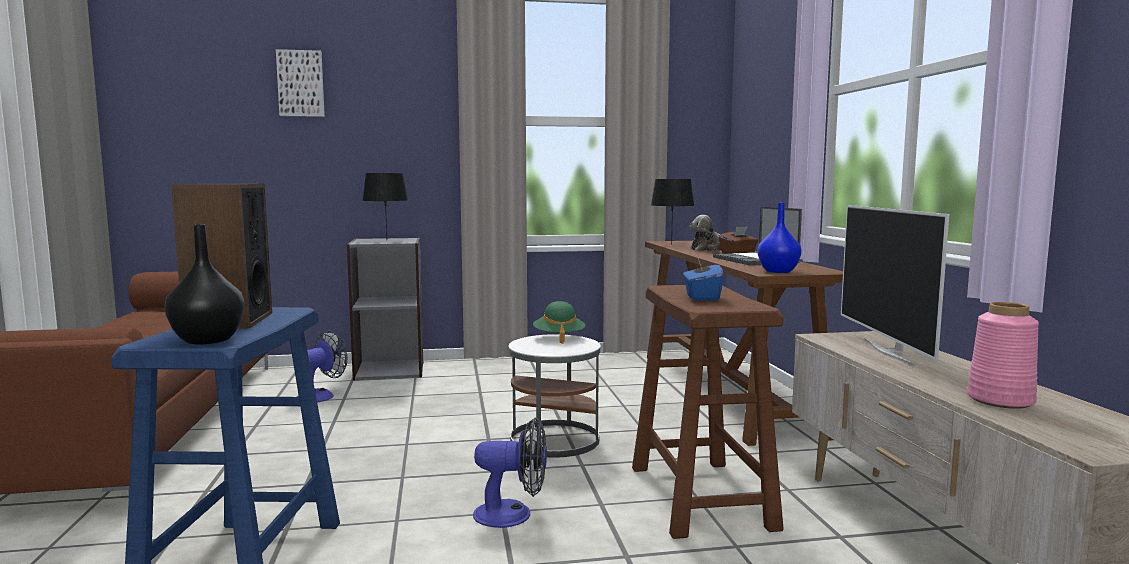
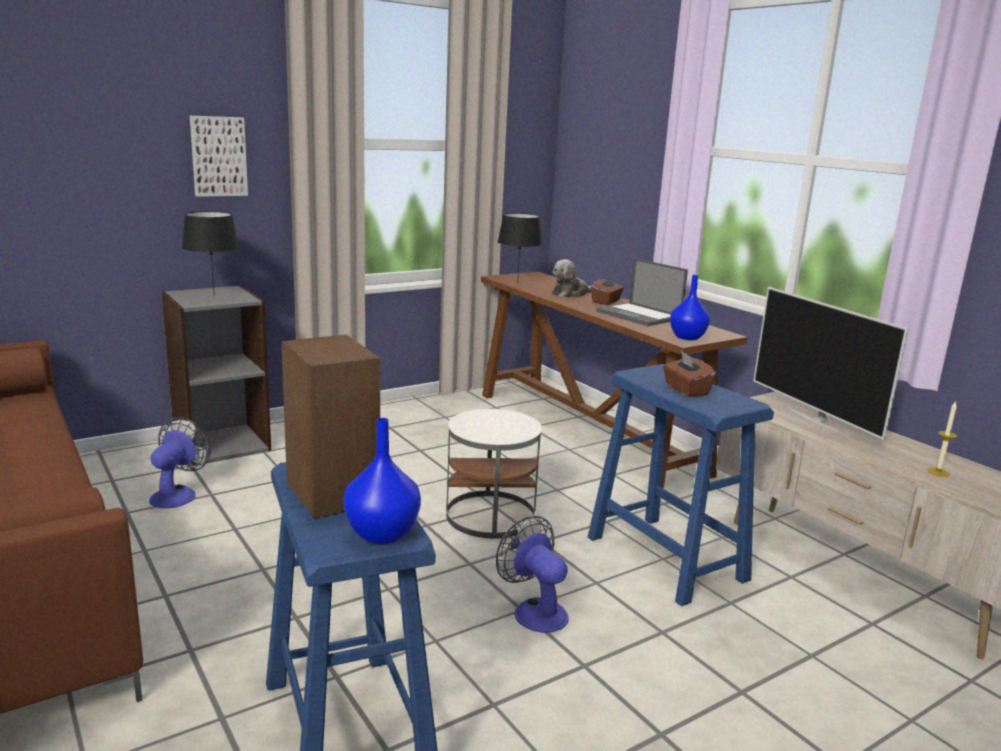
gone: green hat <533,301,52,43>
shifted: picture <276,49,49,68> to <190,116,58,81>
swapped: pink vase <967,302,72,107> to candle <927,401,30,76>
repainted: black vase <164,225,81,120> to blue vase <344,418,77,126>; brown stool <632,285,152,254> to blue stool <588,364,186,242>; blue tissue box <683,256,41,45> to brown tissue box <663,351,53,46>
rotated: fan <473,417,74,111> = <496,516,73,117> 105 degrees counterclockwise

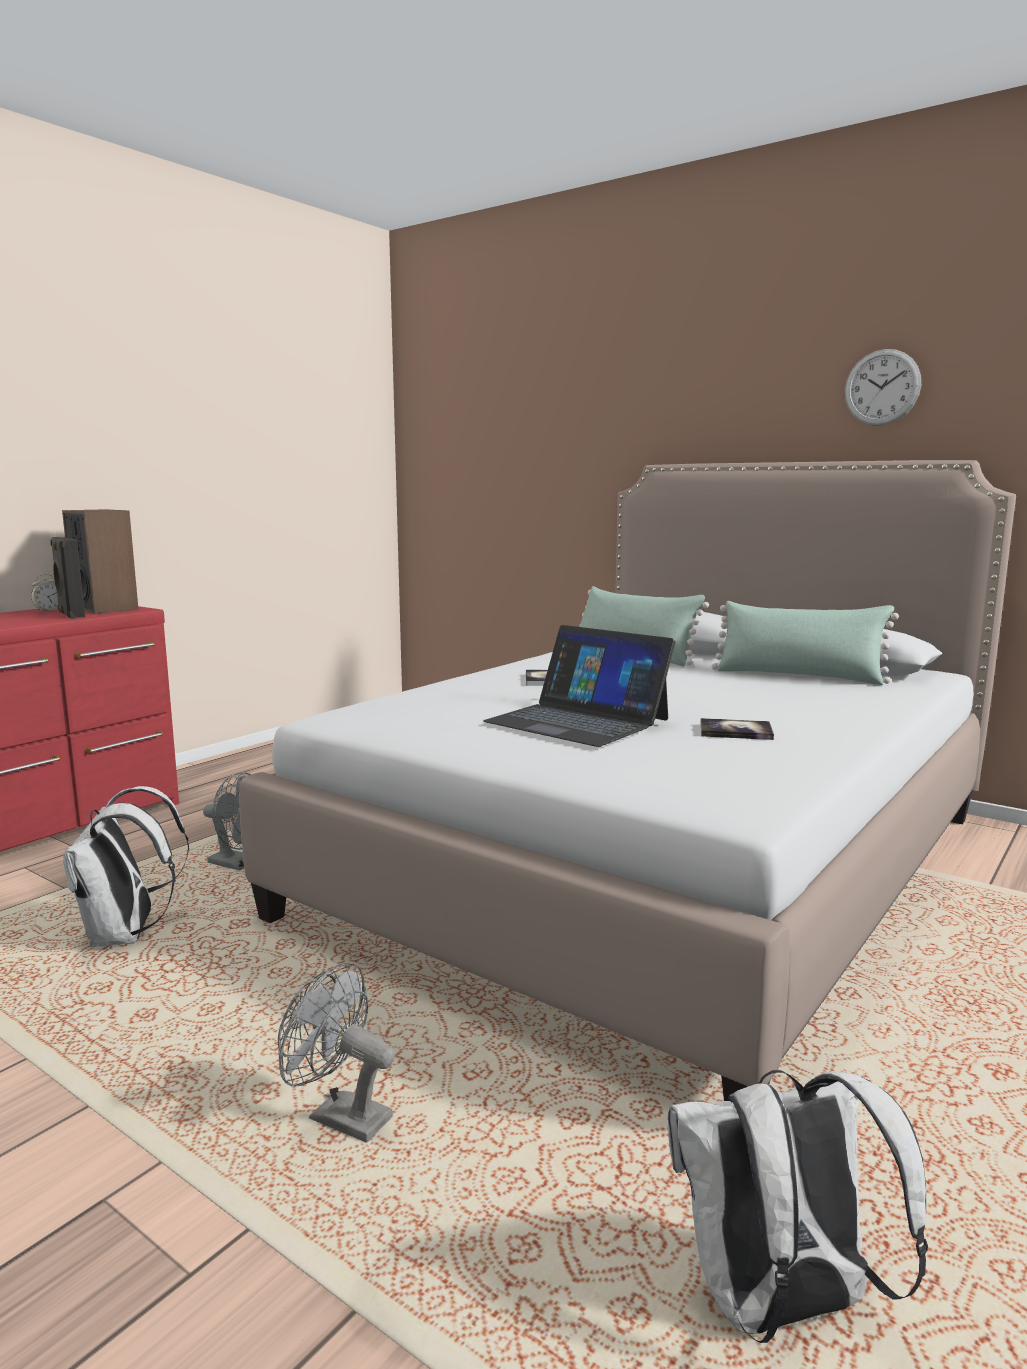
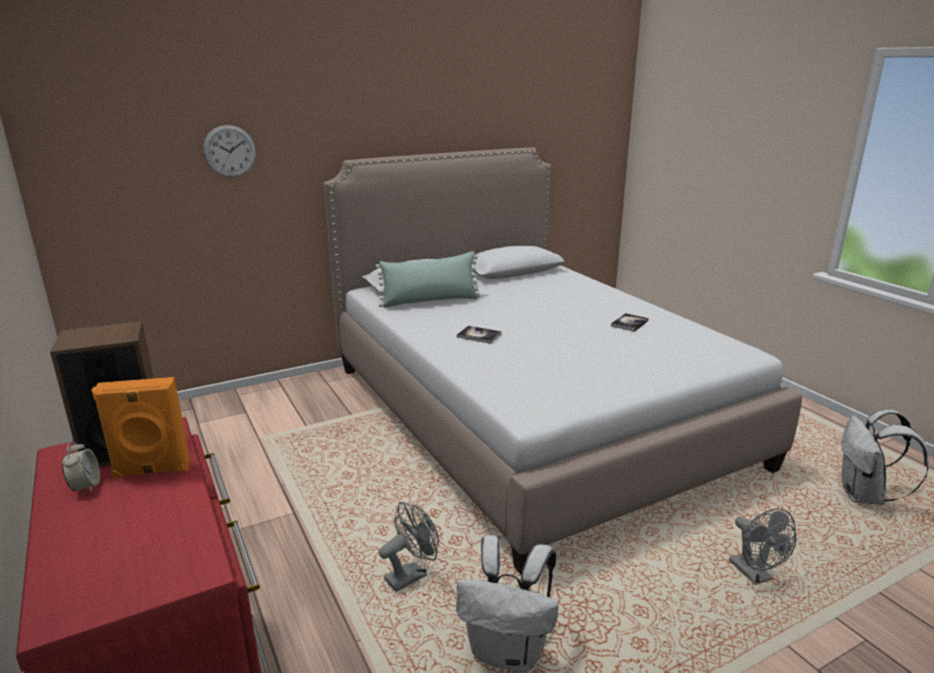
gone: laptop <483,625,192,122>; green pillow <712,601,187,84>
shifted: wall clock <845,349,76,77> to <203,125,53,53>
repainted: black speaker <50,537,35,82> to orange speaker <91,377,99,101>
rotated: grey fan <278,963,117,180> = <729,508,67,77> 75 degrees counterclockwise

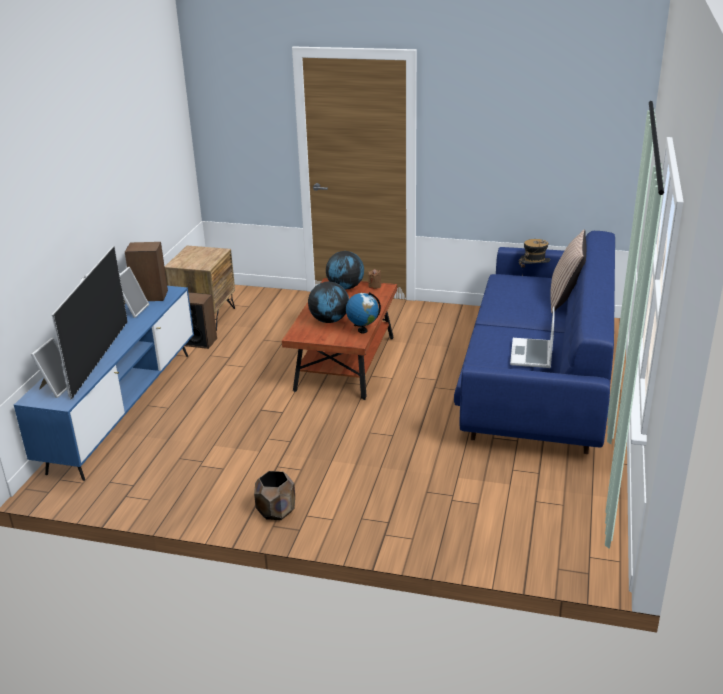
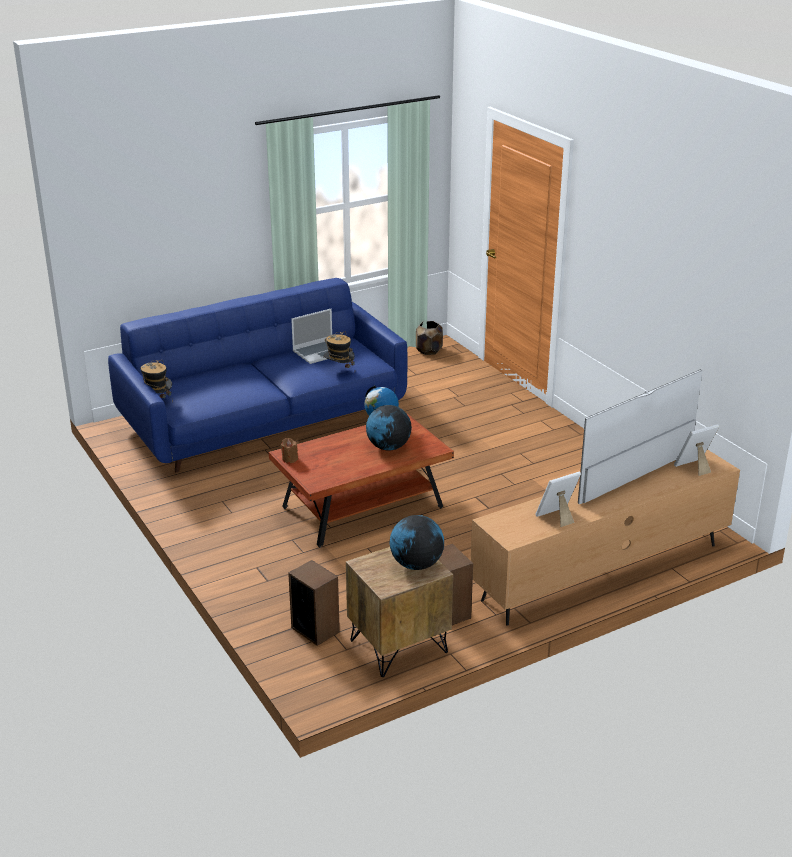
gone: pillow <550,230,37,83>
new: hat <323,332,32,36>
shifted: speaker <125,242,43,59> to <288,560,52,86>; brown planter <254,471,41,49> to <416,321,27,34>; globe <326,251,38,39> to <390,515,54,55>
repainted: blue tv stand <14,286,180,195> to brown tv stand <471,449,269,177>

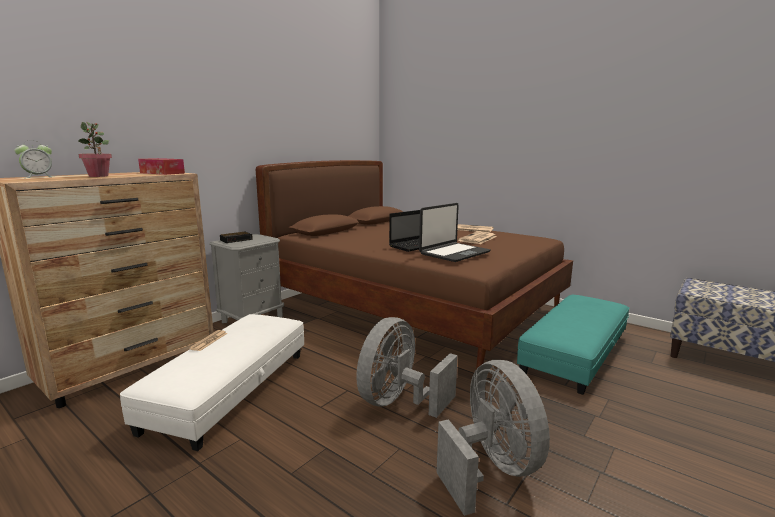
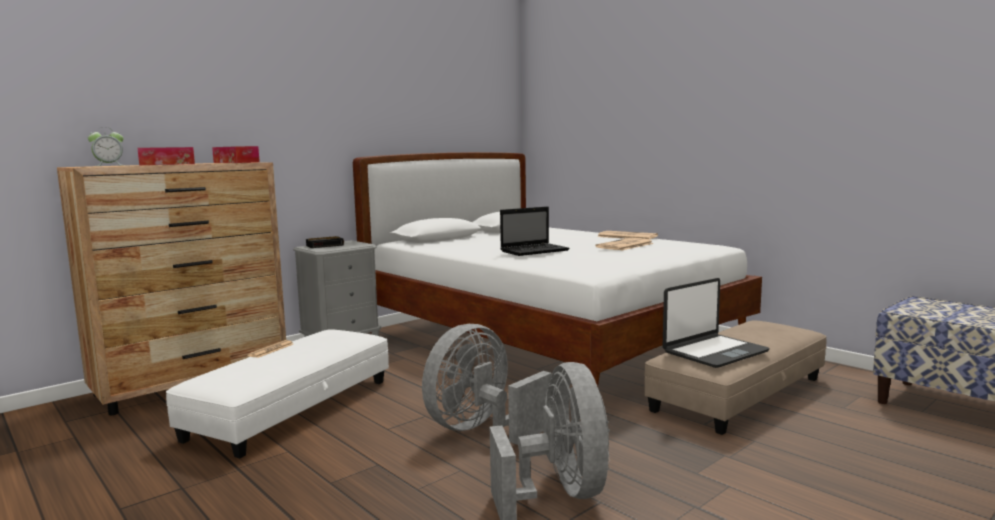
shifted: laptop <419,203,71,59> to <663,278,107,90>
swapped: potted plant <78,122,34,55> to tissue box <137,147,58,18>
repainted: brown bed <256,160,317,209> to white bed <353,152,409,235>; turquoise ottoman <517,295,113,100> to beige ottoman <644,320,183,115>

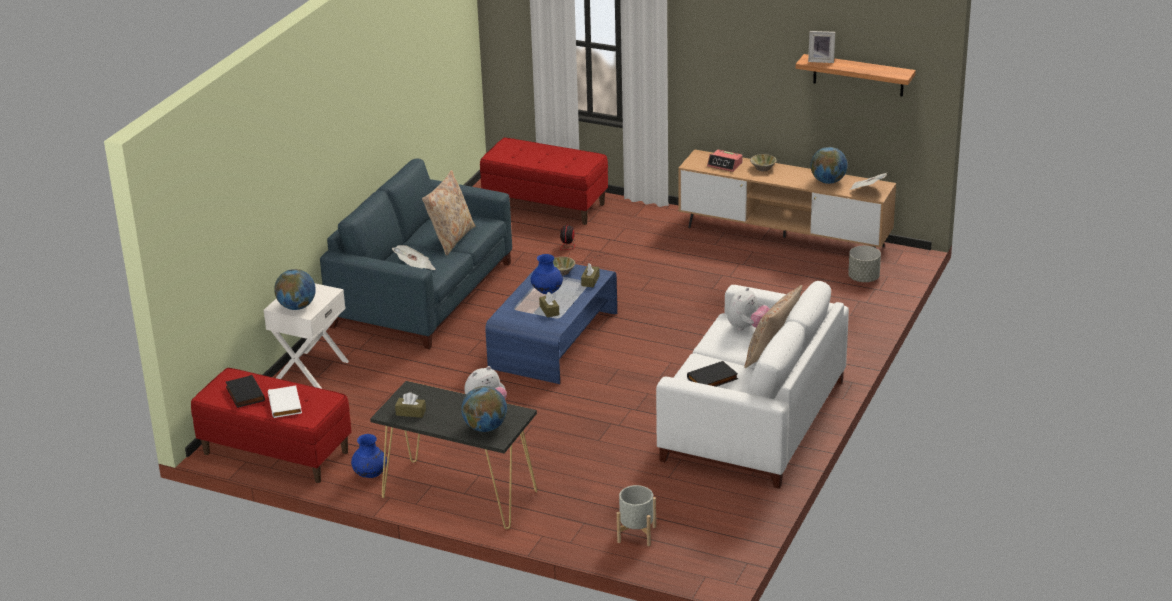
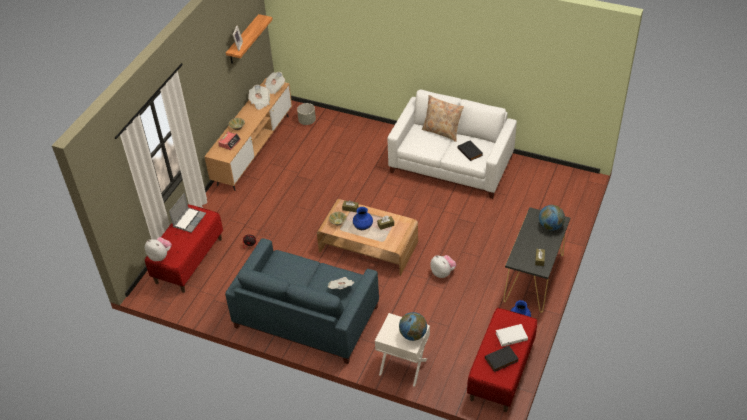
gone: beige pillow <422,170,53,86>; grey planter <617,485,39,61>
new: laptop <169,193,37,40>
shifted: plush toy <727,287,43,44> to <145,237,27,24>
swapped: globe <811,147,37,37> to newspaper <248,85,22,25>
repainted: blue coffee table <485,264,132,120> to brown coffee table <317,199,101,77>

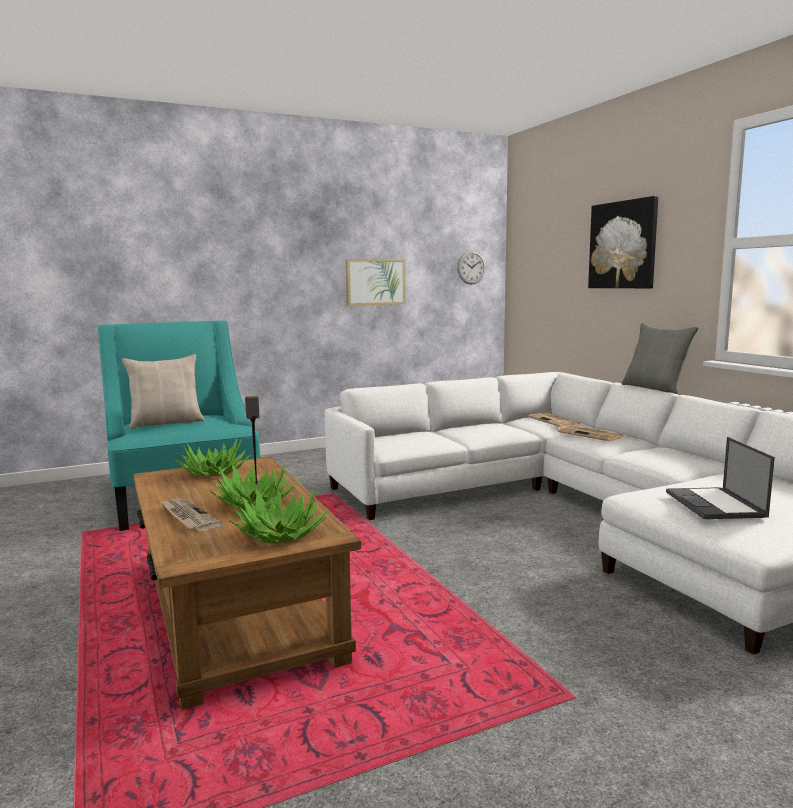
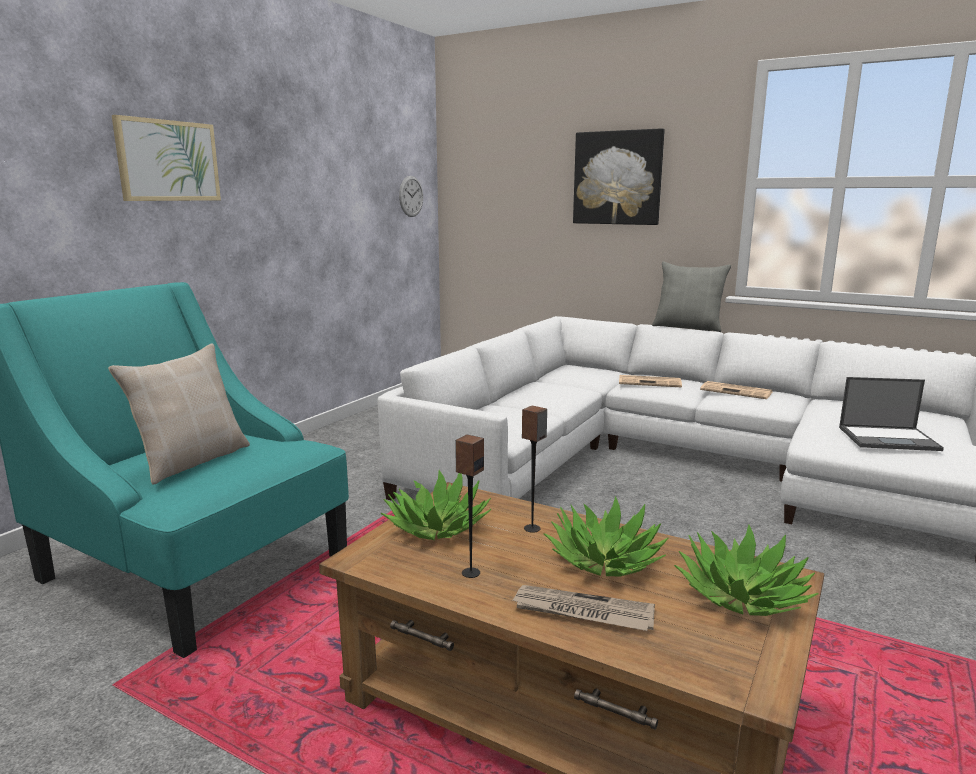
new: speaker <455,435,29,143>
shifted: picture <346,259,60,47> to <112,115,109,86>; newspaper <528,413,53,14> to <700,381,72,18>
rotated: laptop <666,437,109,82> = <839,377,105,74> 45 degrees counterclockwise

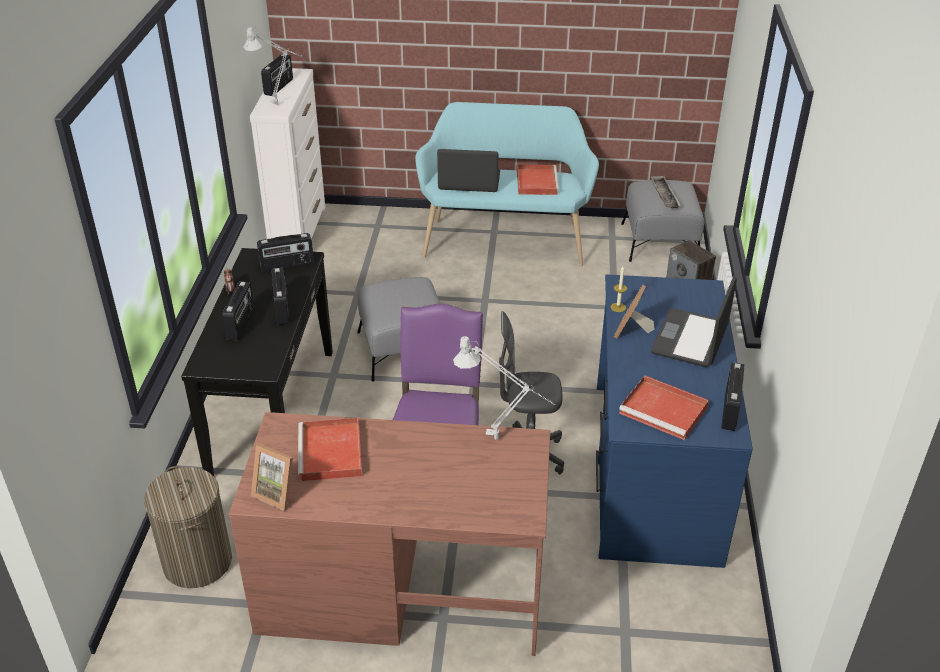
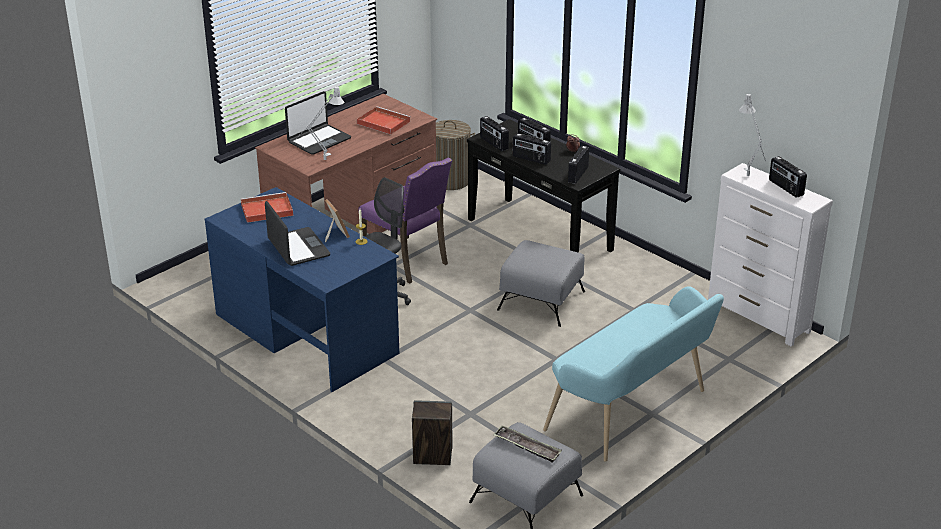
gone: picture frame <251,443,42,68>; red tray <517,165,42,30>
shifted: laptop <437,149,63,43> to <285,91,66,64>; radio <721,362,24,69> to <480,116,29,35>

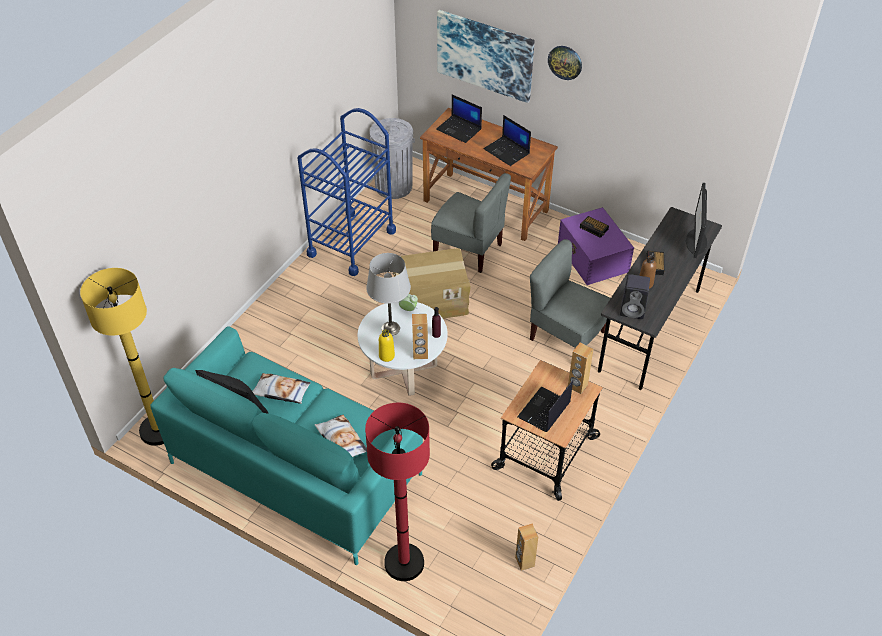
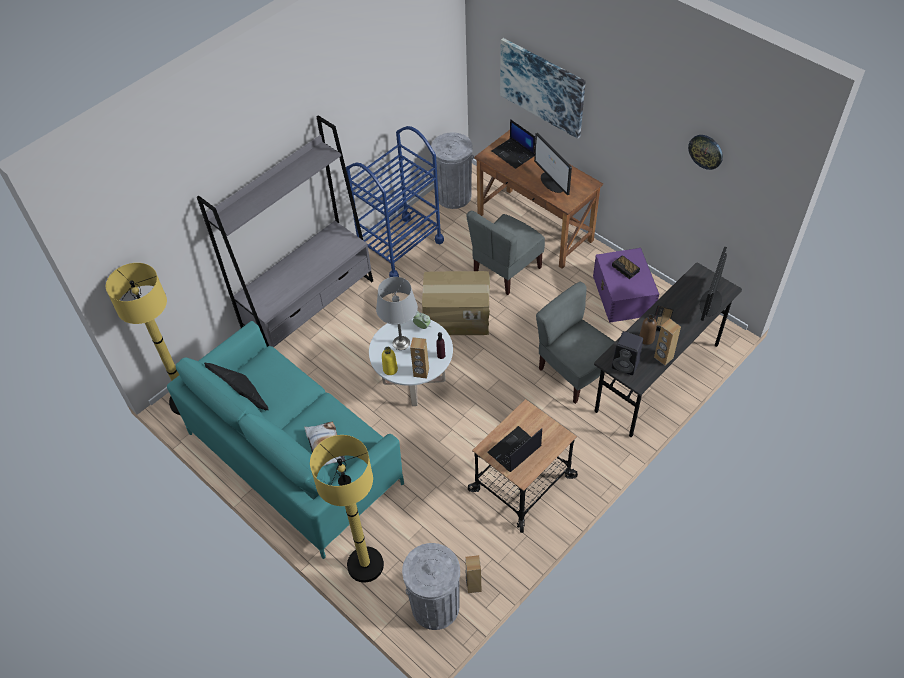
gone: pillow <252,373,59,31>
new: grey bookcase <197,115,176,232>; grey trash can <402,543,58,87>
shifted: wall clock <548,46,34,34> to <688,135,35,35>; brown speaker <568,343,25,51> to <654,319,27,46>
swapped: laptop <484,115,47,51> to monitor <534,133,38,62>
repainted: red floor lamp <365,403,65,178> to yellow floor lamp <310,435,74,148>
rotated: grey chair <431,173,80,100> = <466,211,79,84> 90 degrees clockwise

